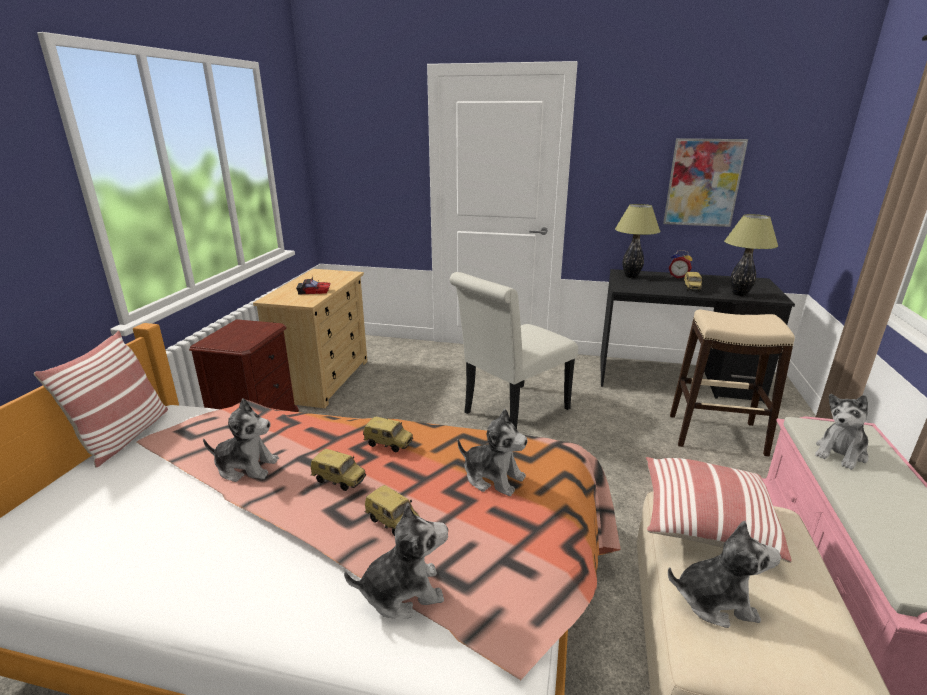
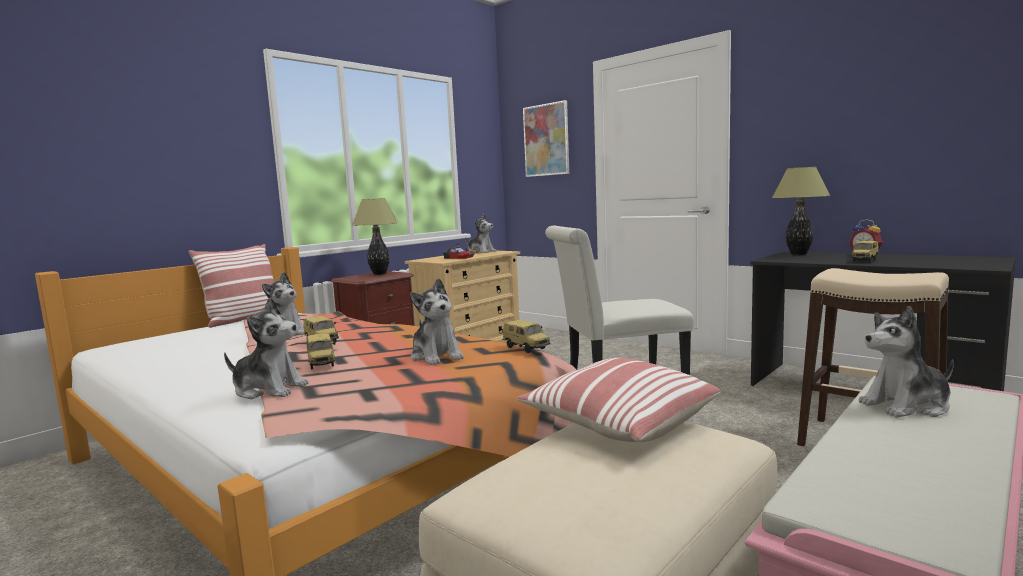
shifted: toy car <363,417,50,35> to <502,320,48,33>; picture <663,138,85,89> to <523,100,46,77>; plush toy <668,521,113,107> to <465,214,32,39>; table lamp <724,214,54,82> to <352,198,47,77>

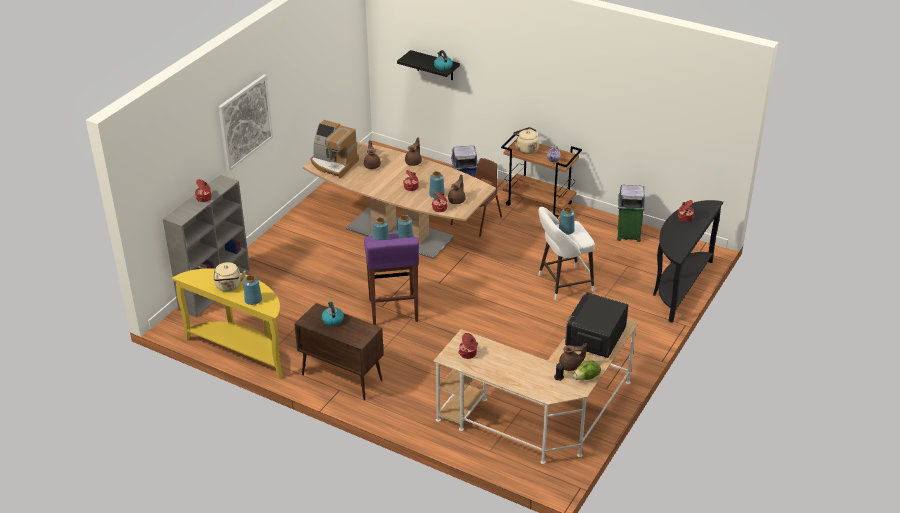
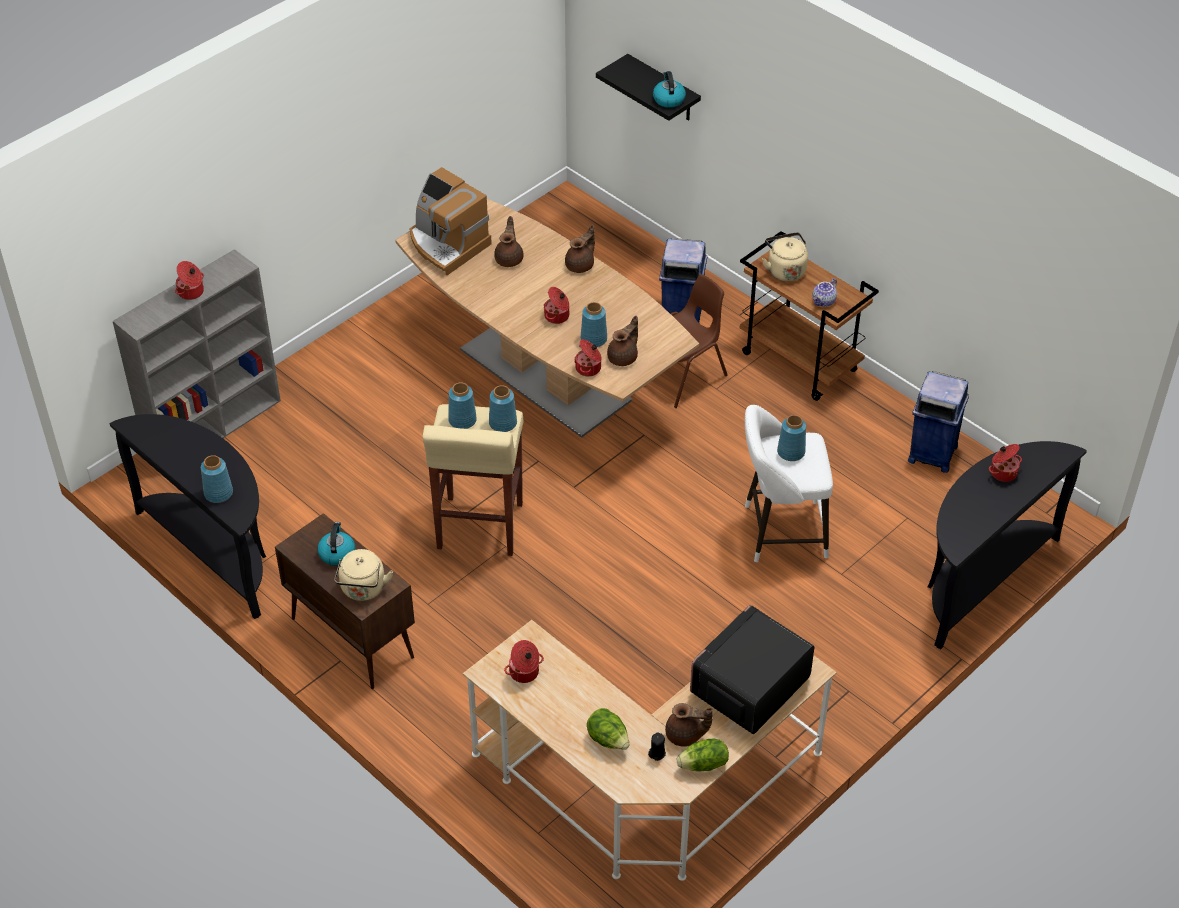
gone: picture <218,75,55,96>
new: lettuce <587,708,42,42>
shifted: beige kettle <214,262,32,30> to <334,549,59,52>
repainted: yellow console table <172,269,111,110> to black console table <110,414,156,205>; purple stool <364,233,55,92> to beige stool <423,404,100,152>; green trash can <617,185,28,57> to blue trash can <908,371,61,102>

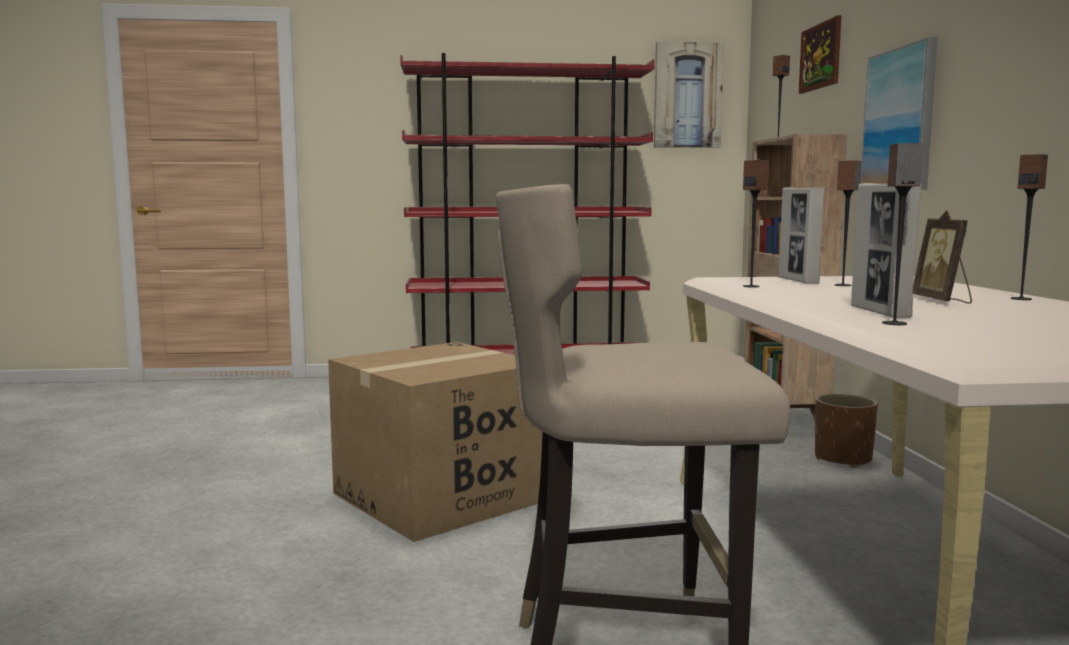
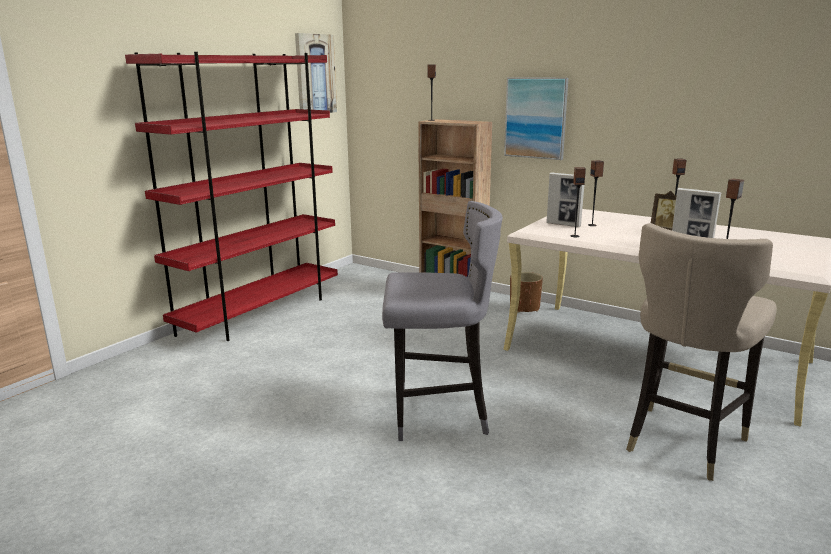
gone: picture <799,15,42,79>
swapped: cardboard box <328,342,215,200> to grey stool <382,201,121,240>

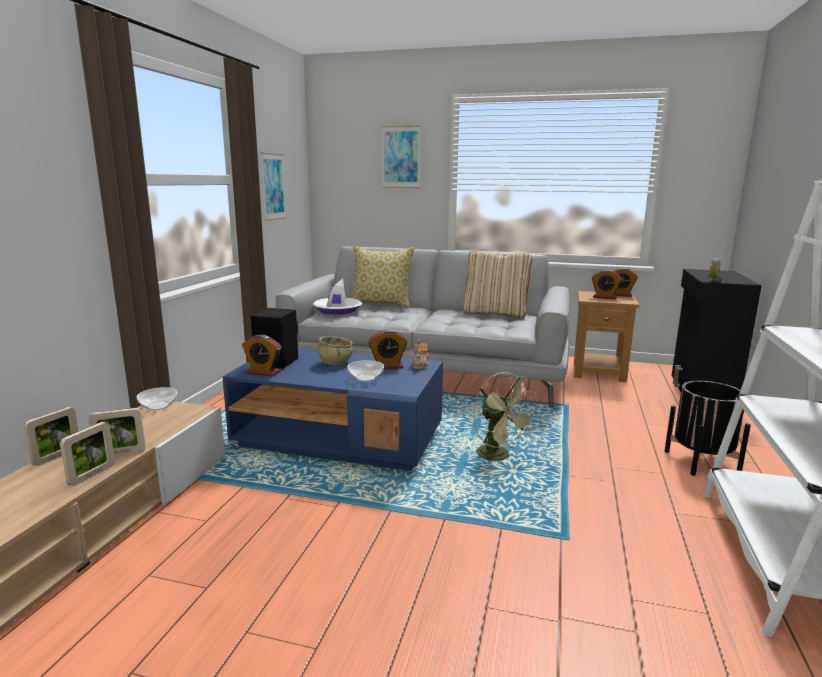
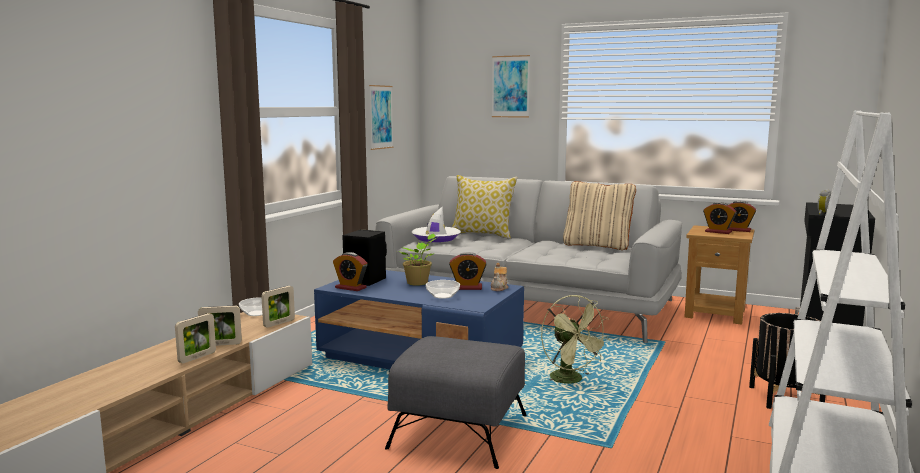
new: grey ottoman <385,336,142,133>
shifted: picture frame <24,407,55,59> to <261,286,34,42>
swapped: beige bowl <317,336,36,29> to potted plant <397,234,39,52>

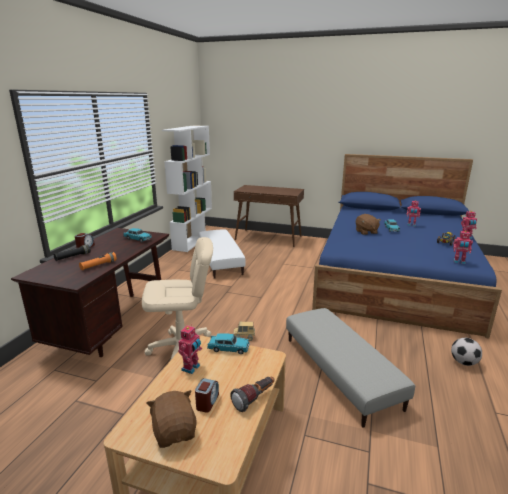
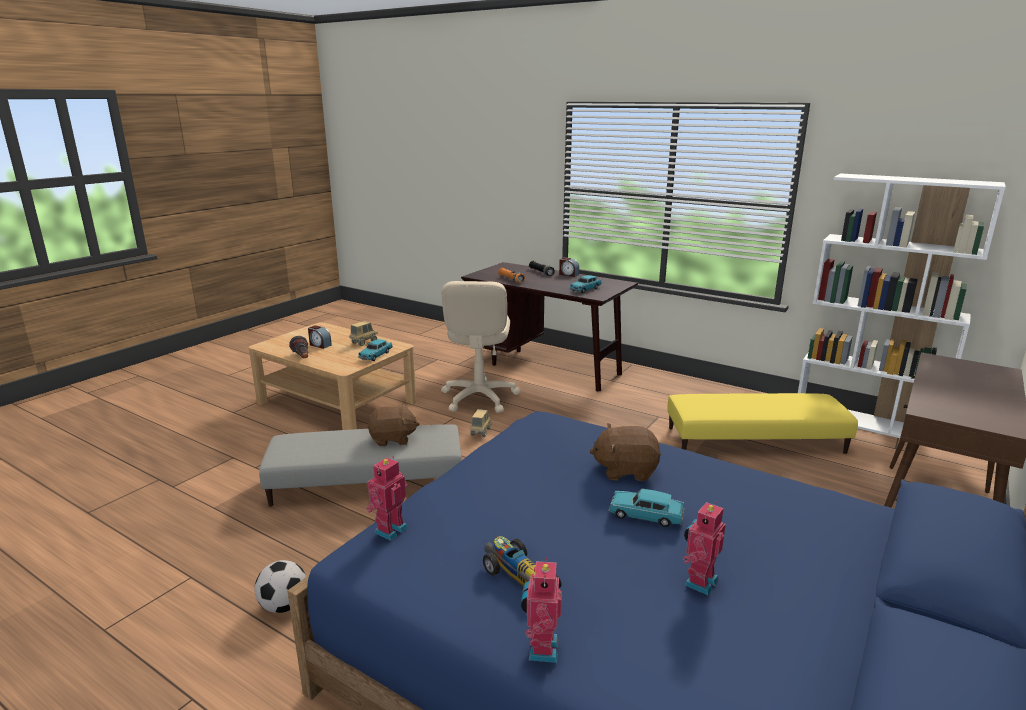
shifted: brown plush toy <146,390,51,58> to <367,404,52,42>
swapped: toy robot <178,324,24,50> to toy truck <349,321,29,25>
repainted: white ottoman <199,229,47,50> to yellow ottoman <667,393,191,61>

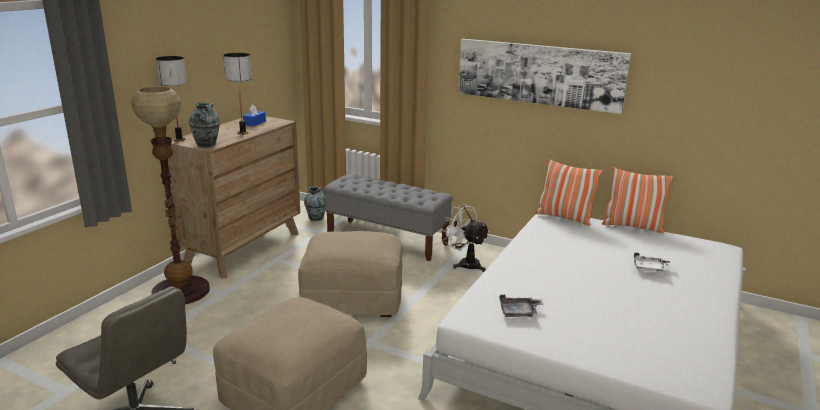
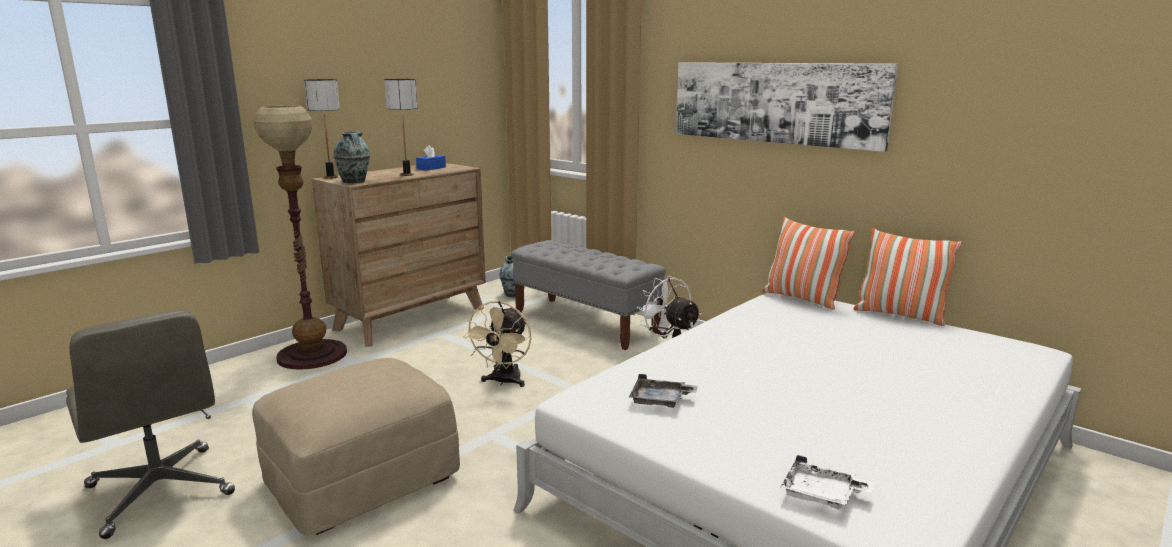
shifted: white tray <634,253,40,20> to <780,455,95,55>
swapped: beige ottoman <298,231,105,86> to beige fan <463,301,68,86>

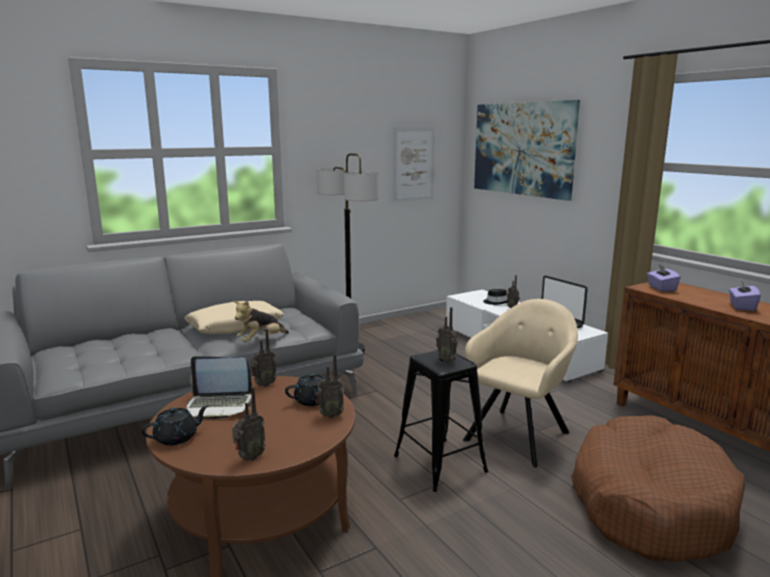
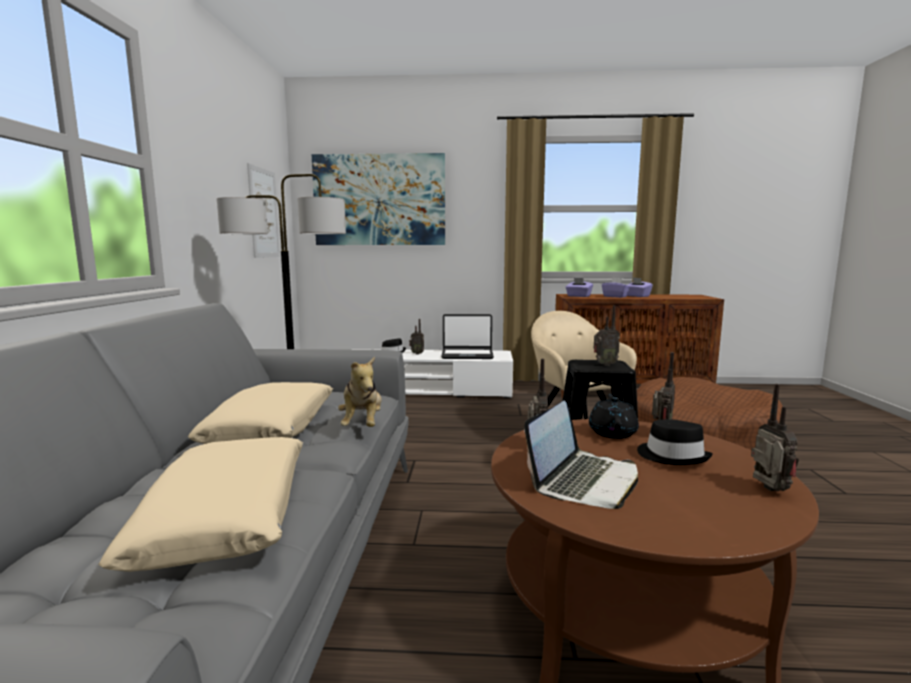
gone: black teapot <141,405,68,41>
new: beige pillow <98,437,205,135>; purple tissue box <602,278,28,20>; black hat <637,419,76,46>

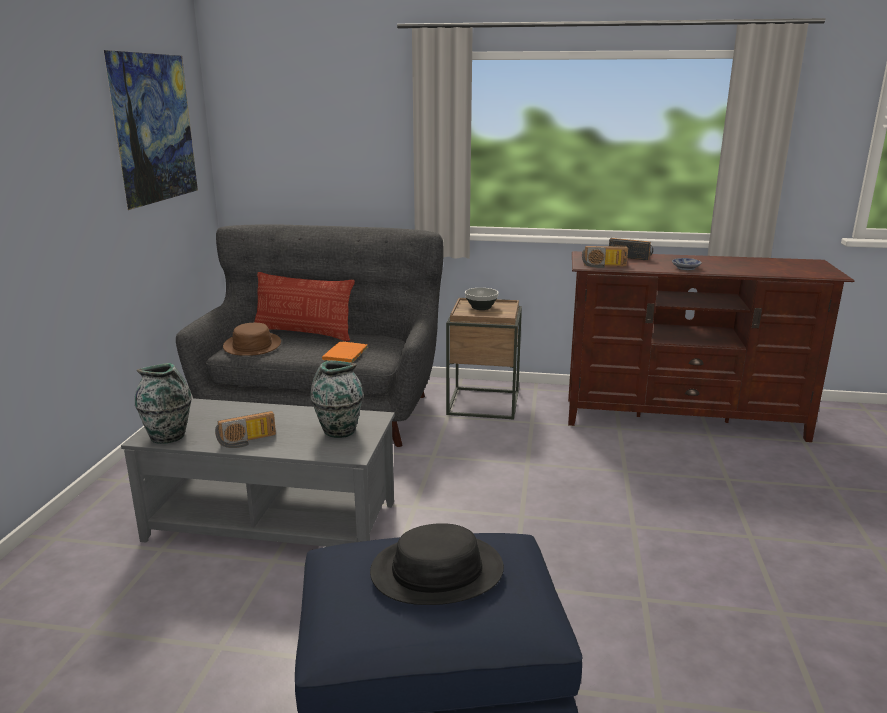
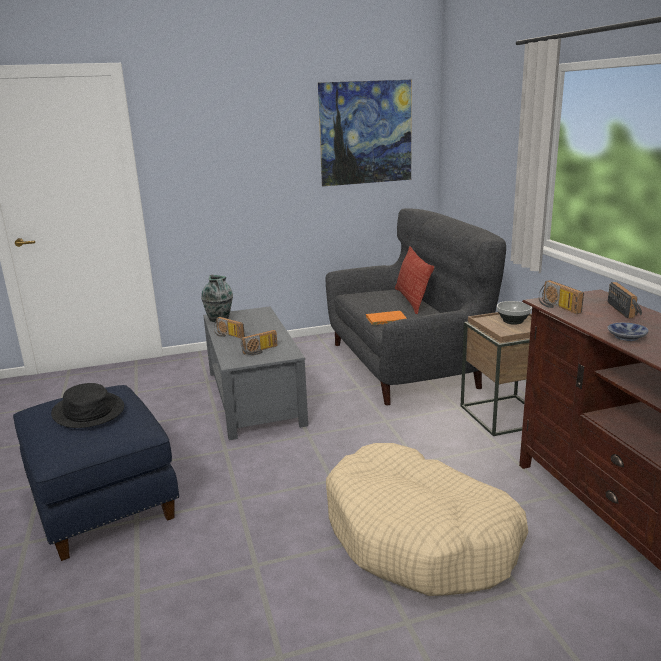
gone: brown hat <223,323,58,33>
new: beige dog bed <326,443,202,153>
swapped: vase <310,360,53,78> to radio <241,330,36,25>

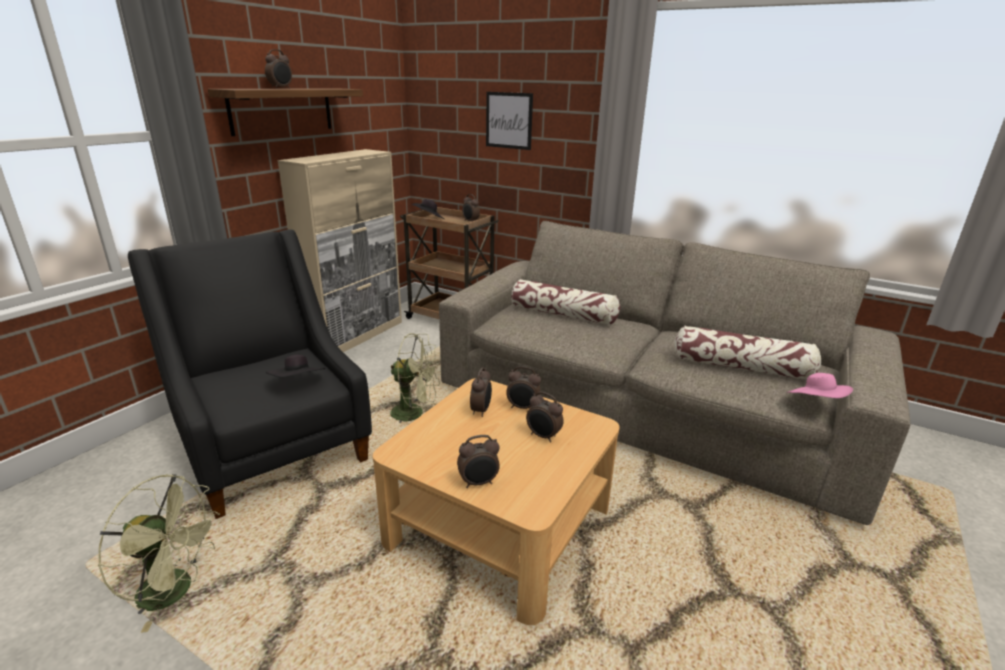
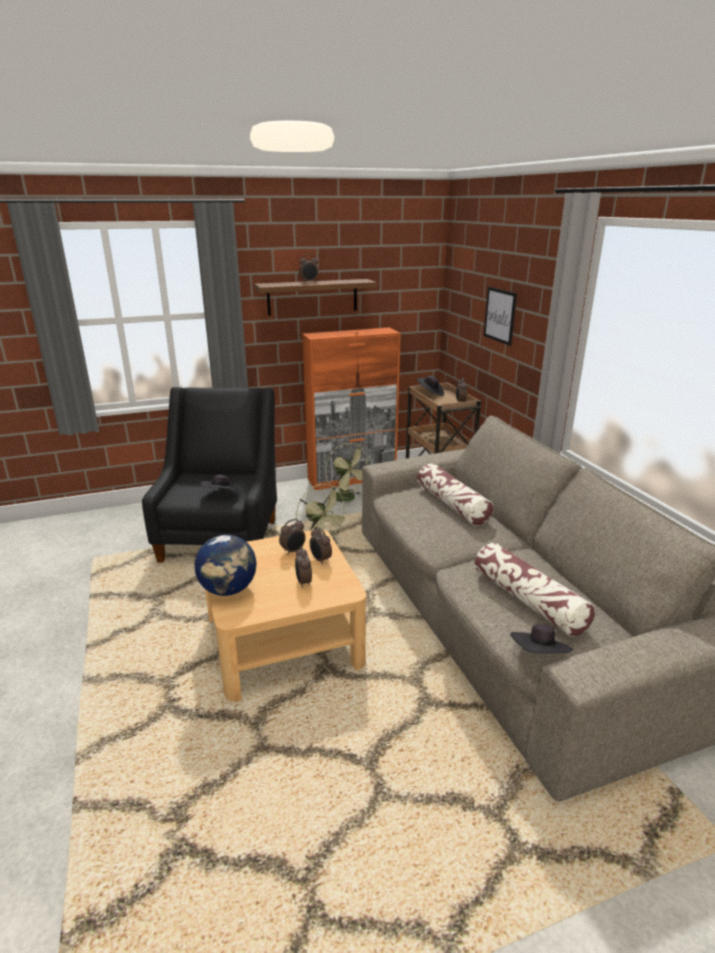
shifted: green fan <98,474,122,159> to <326,443,45,62>
swapped: alarm clock <457,435,43,53> to globe <195,535,61,61>
repainted: beige cabinet <277,149,125,203> to orange cabinet <302,328,99,162>; pink hat <786,373,67,25> to black hat <510,624,63,29>

